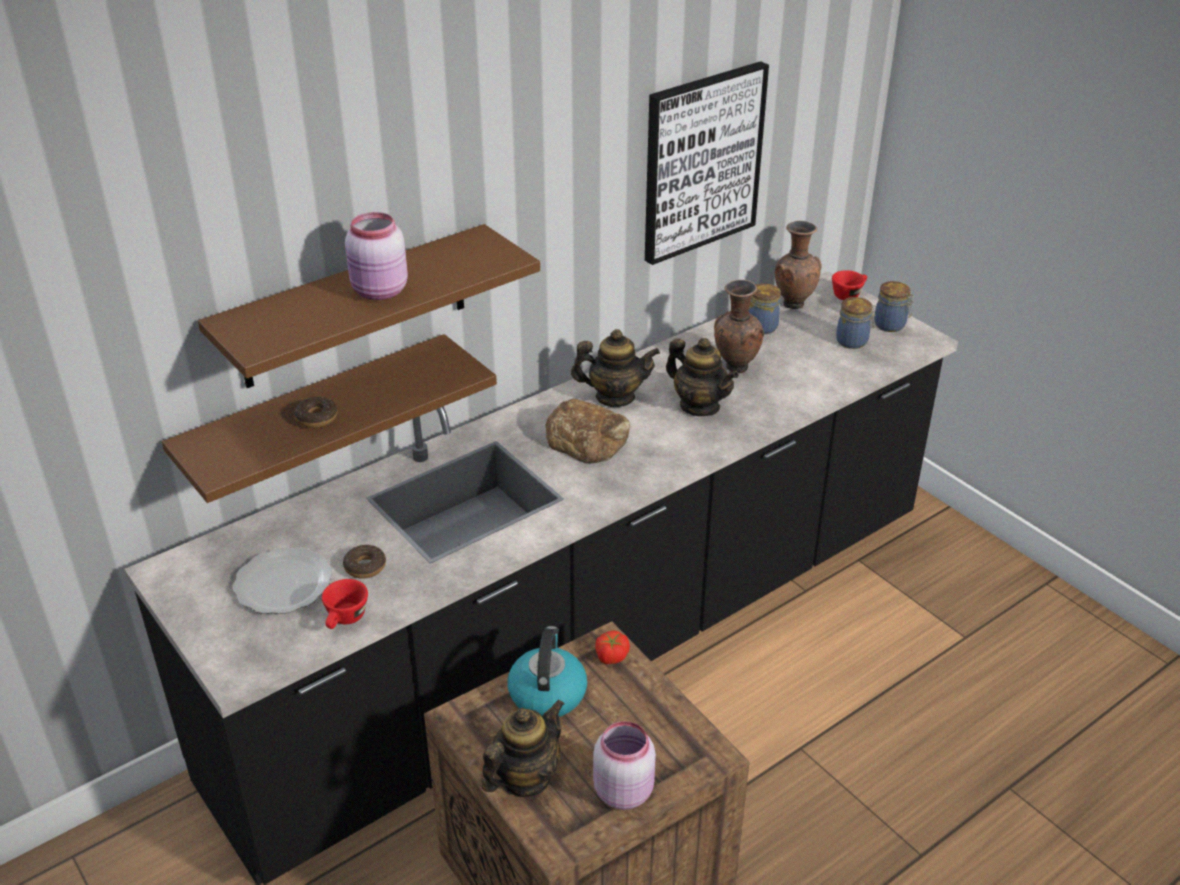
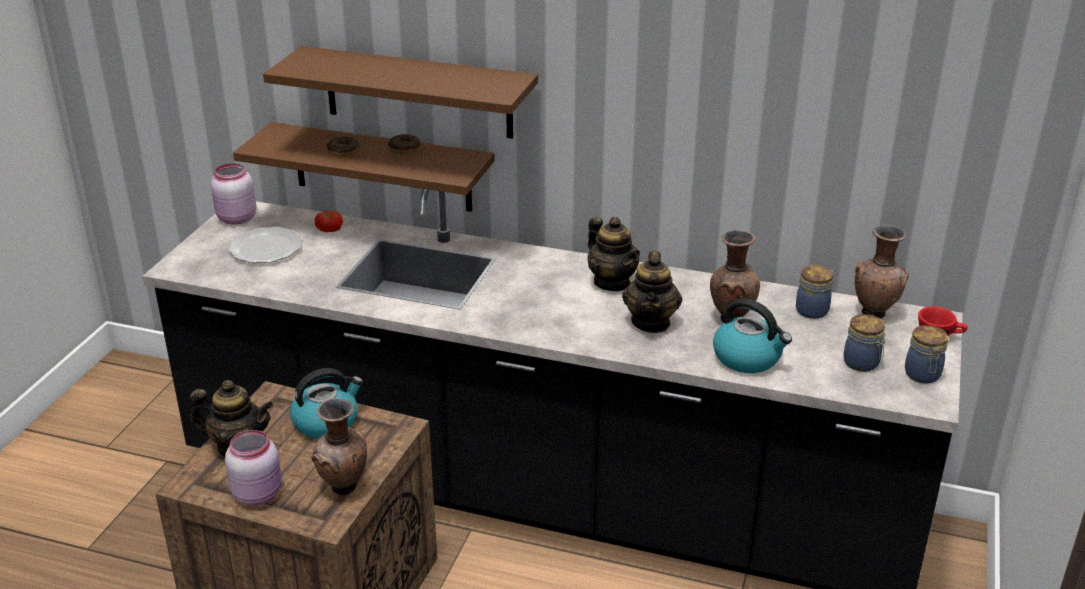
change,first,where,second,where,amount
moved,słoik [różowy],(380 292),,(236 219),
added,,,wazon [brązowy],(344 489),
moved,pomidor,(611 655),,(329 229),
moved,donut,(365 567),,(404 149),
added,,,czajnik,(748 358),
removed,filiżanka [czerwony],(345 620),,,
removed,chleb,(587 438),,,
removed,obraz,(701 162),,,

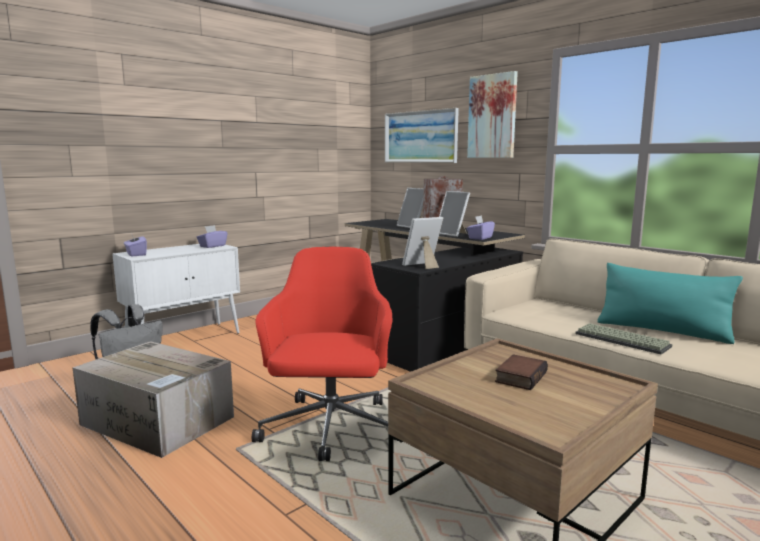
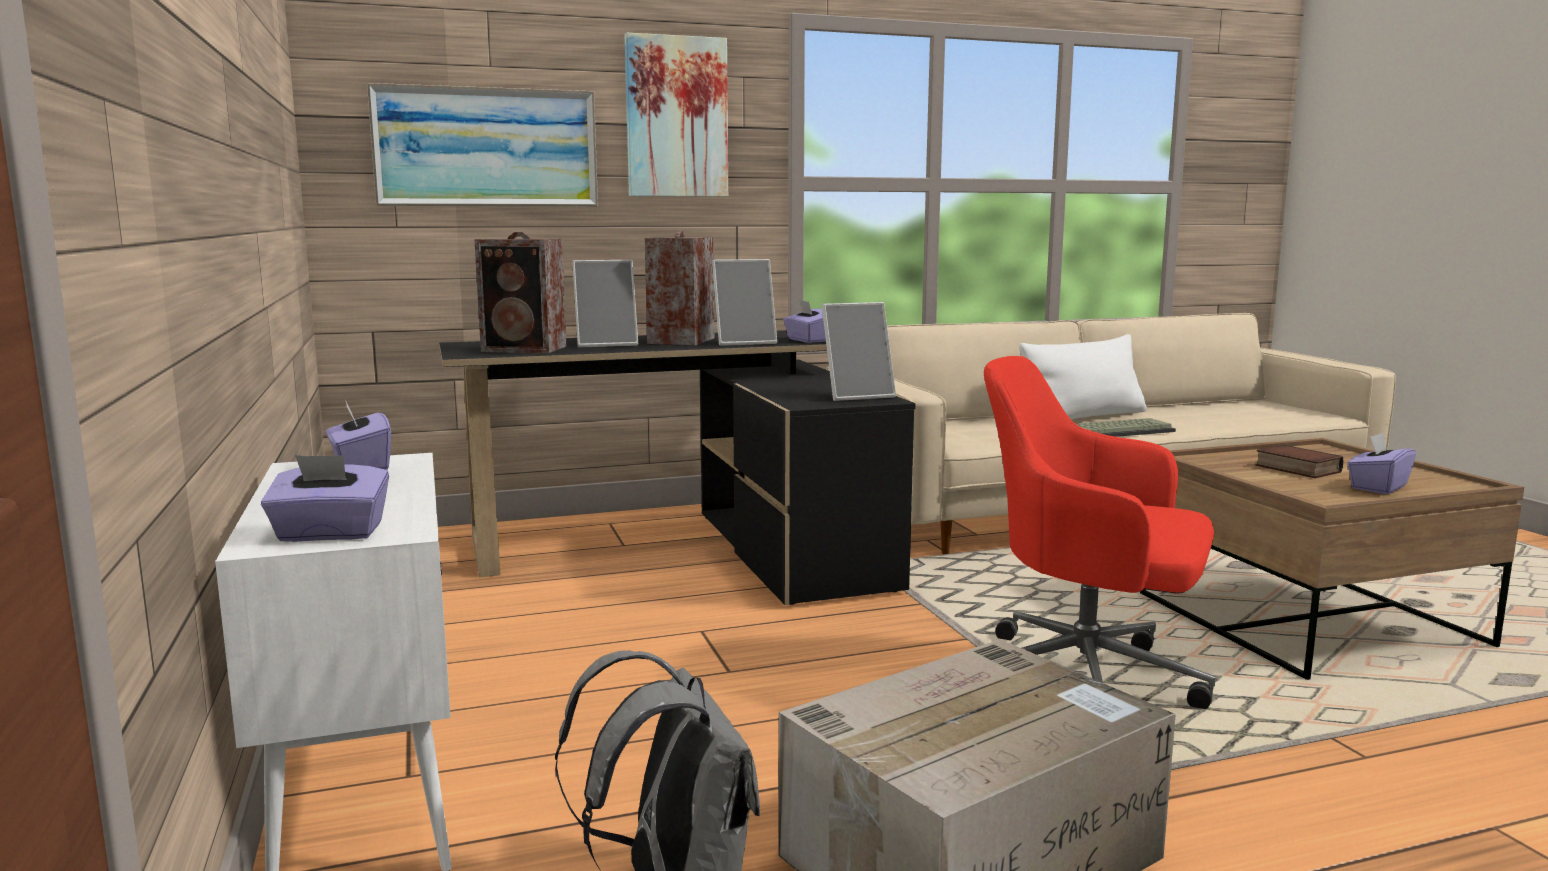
change,first,where,second,where,amount
added,,,głośnik,(526 349),
turned,ramka na zdjęcie,(423 266),,(857 395),105 degrees counterclockwise
recoloured,poduszka [turkusowy],(662 331),poduszka [biały],(1084 417),
added,,,pudełko chusteczek [fioletowy],(1377 487),

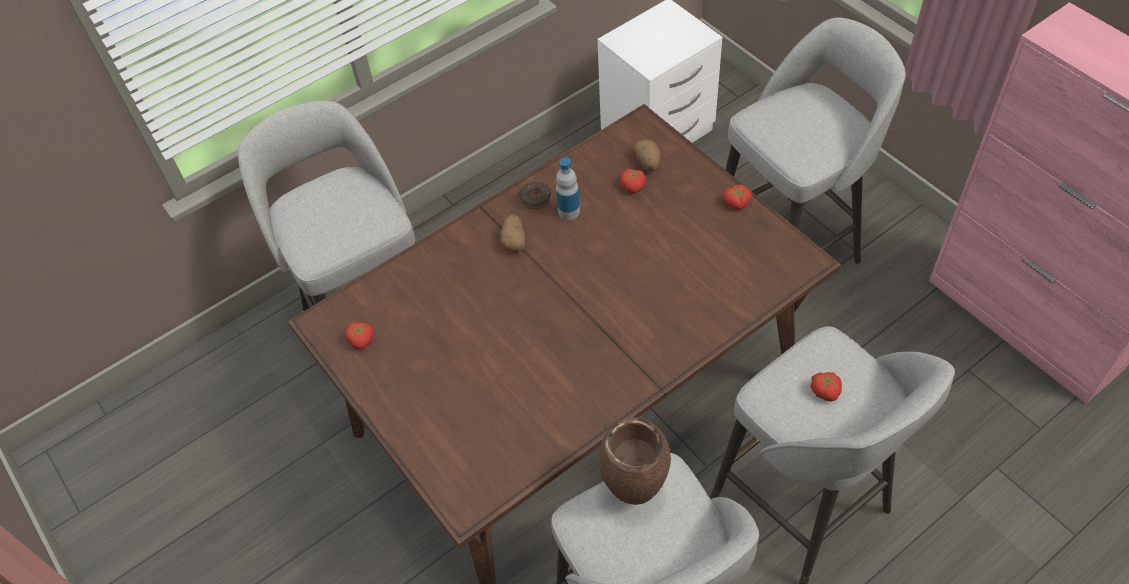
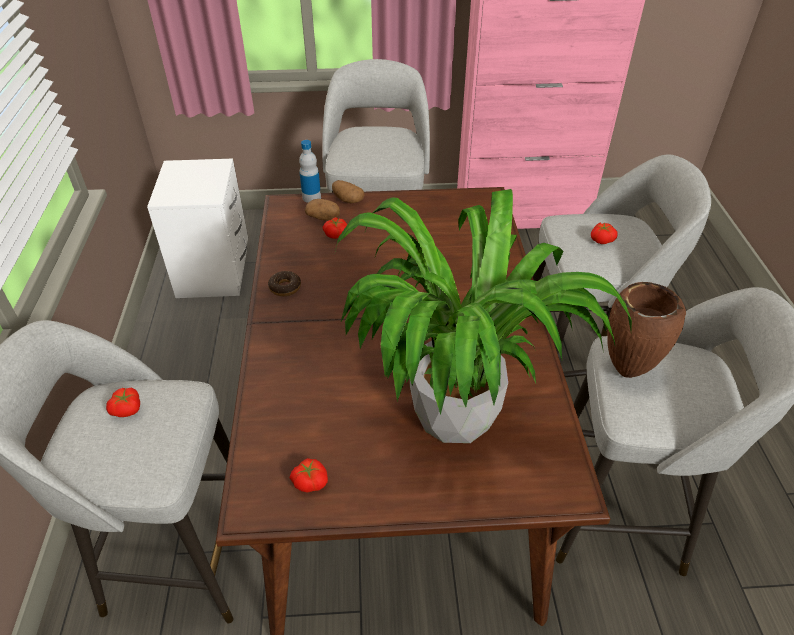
change,first,where,second,where,amount
moved,pomidor,(736 203),,(128 410),
moved,butelka,(569 211),,(311 197),
moved,ziemniak,(514 240),,(347 200),
added,,,roślina doniczkowa,(452 413),

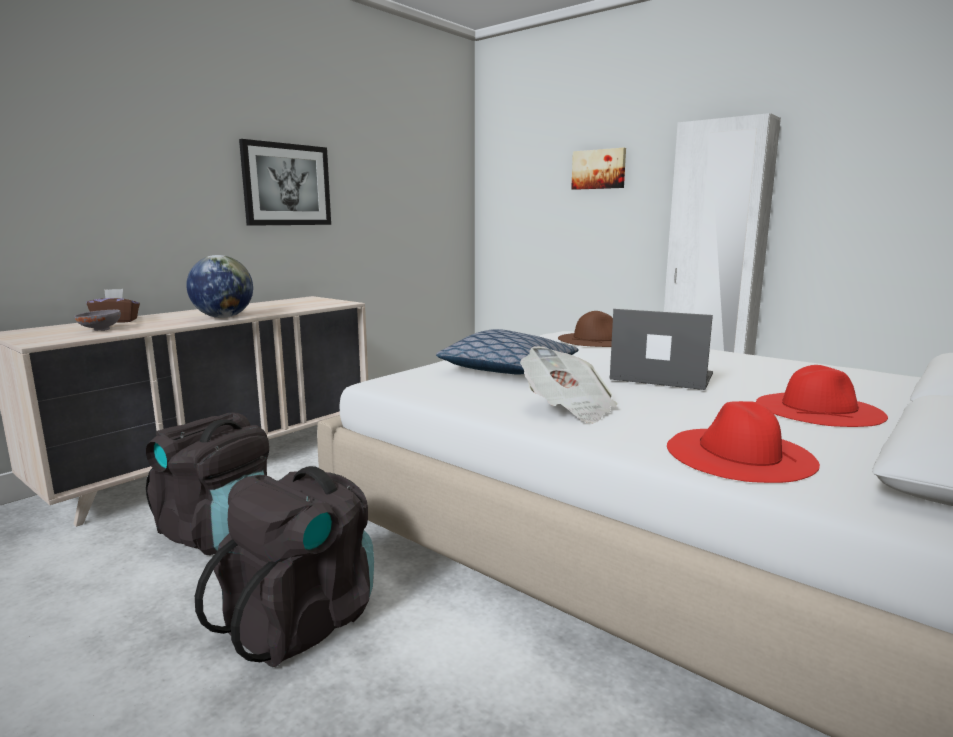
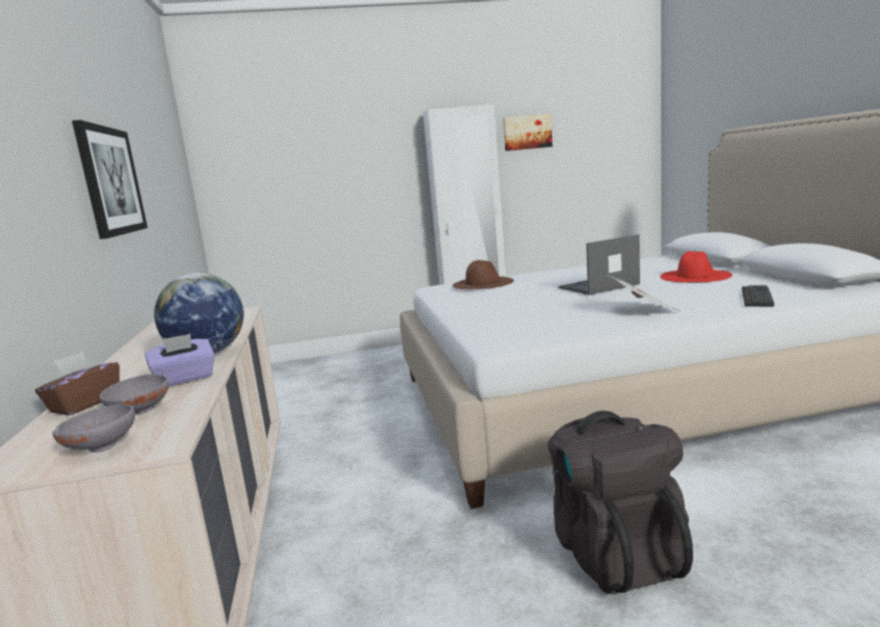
change,first,where,second,where,amount
added,,,miska [szary],(100 446),
added,,,pudełko chusteczek [fioletowy],(185 379),
moved,obraz,(599 169),,(527 132),
replaced,kapelusz [czerwony],(739 453),klawiatura,(756 297),
removed,plecak [czarny],(219 533),,,
removed,poduszka,(509 369),,,

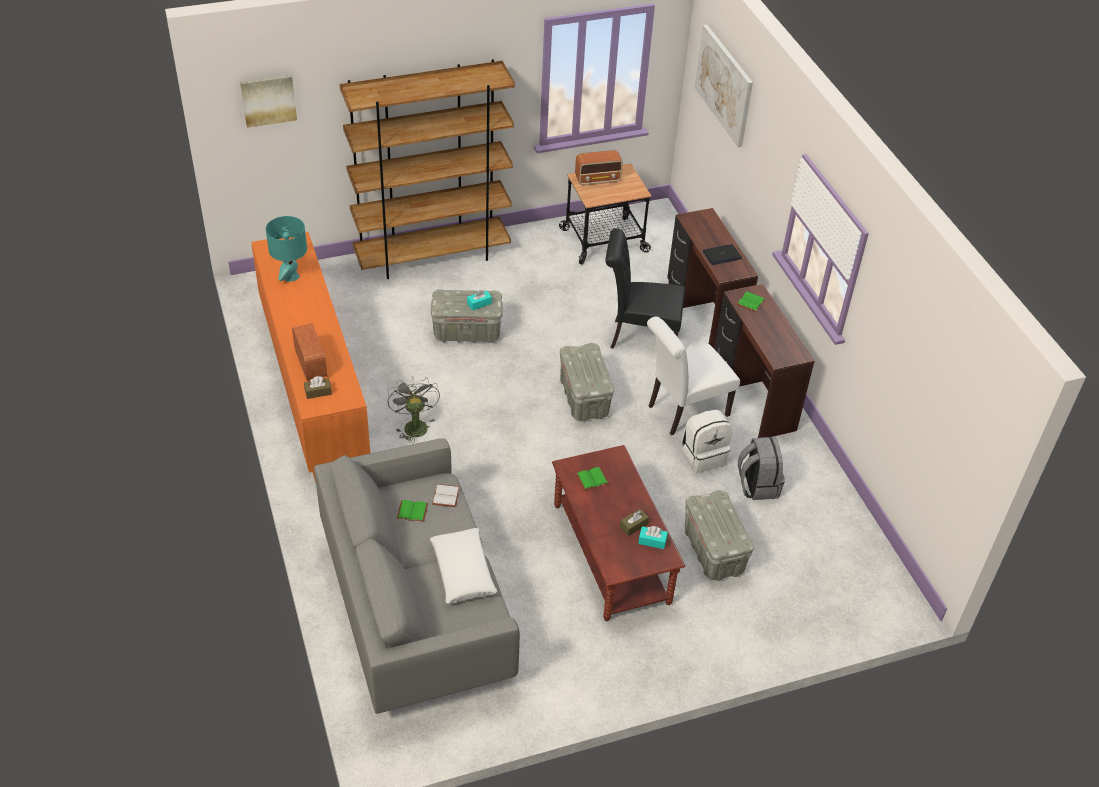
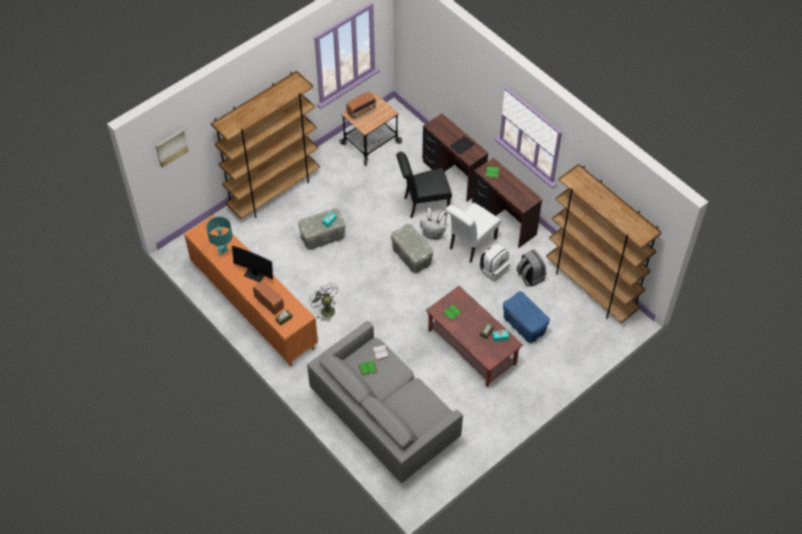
change,first,where,second,where,amount
added,,,monitor,(255 274),
added,,,plecak [biały],(433 234),
recoloured,pojemnik do przechowywania [szary],(714 552),pojemnik do przechowywania [niebieski],(524 325),
added,,,regał [brązowy],(591 288),
removed,poduszka [biały],(463 571),,,
removed,obraz,(724 85),,,

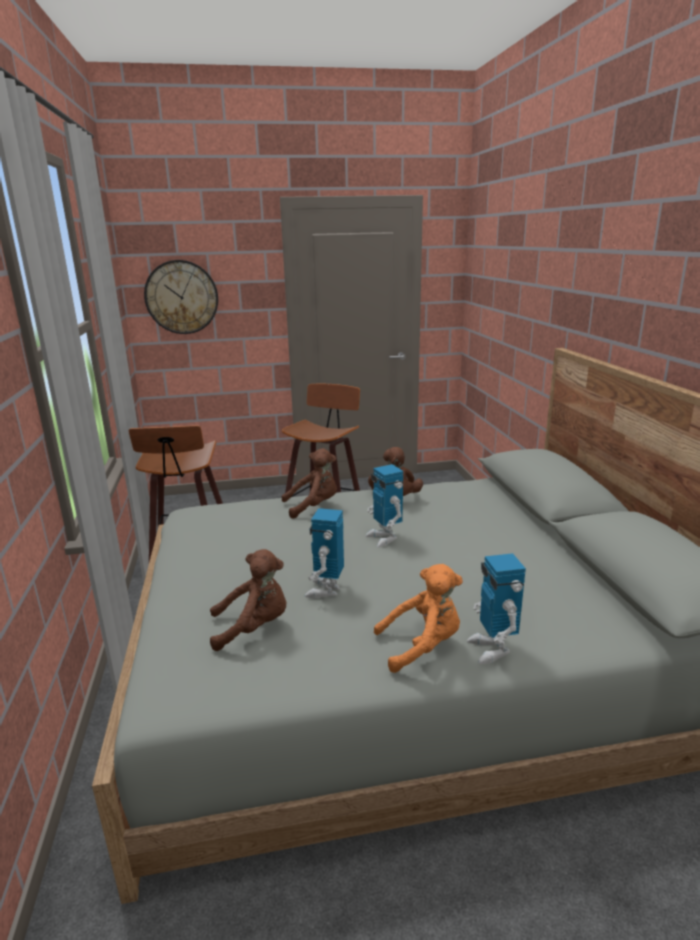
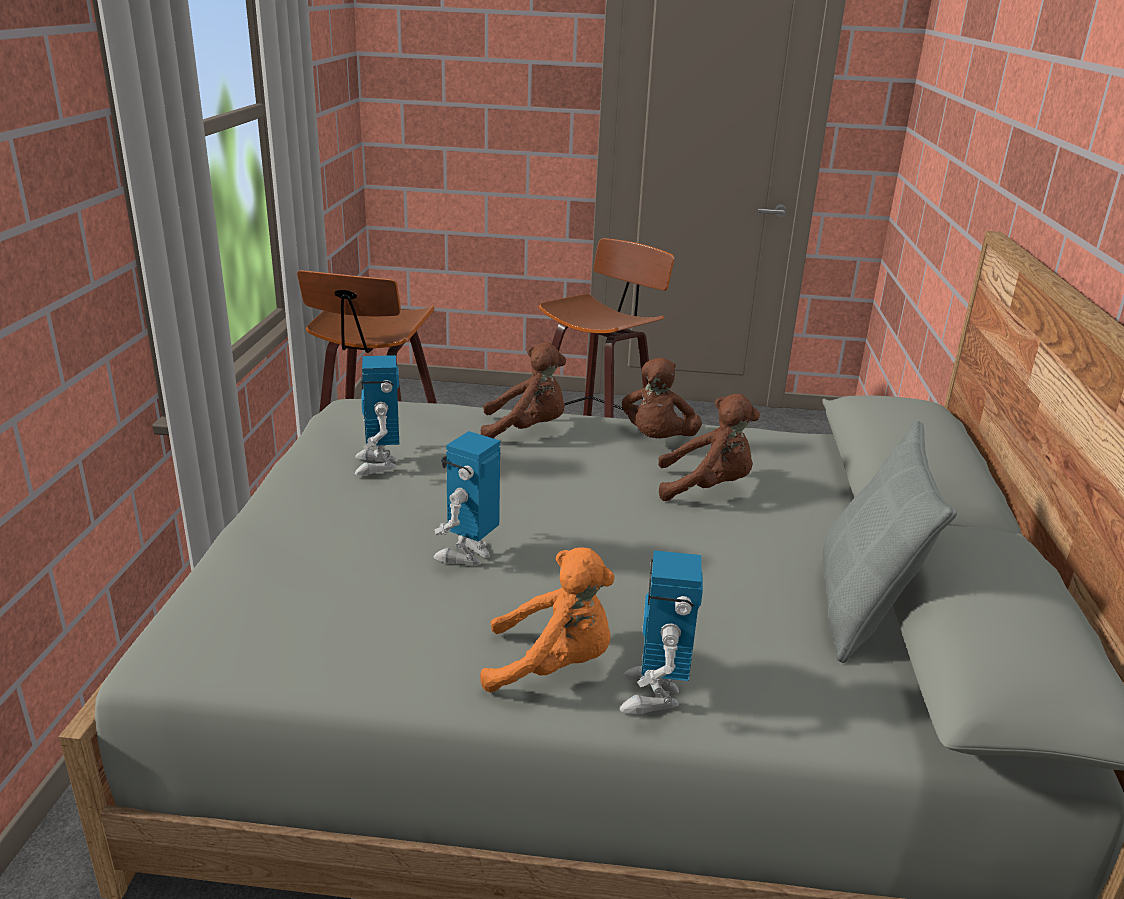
change,first,where,second,where,amount
moved,robot zabawkowy,(384 538),,(378 464),
moved,pluszak [brązowy],(254 627),,(707 487),
added,,,poduszka [szary],(862 610),
removed,zegar ścienny,(181 297),,,

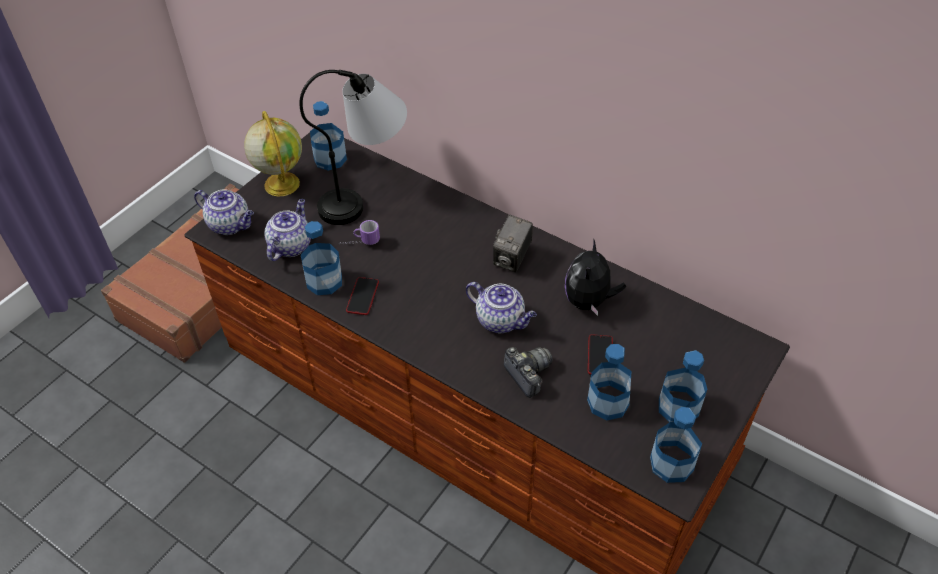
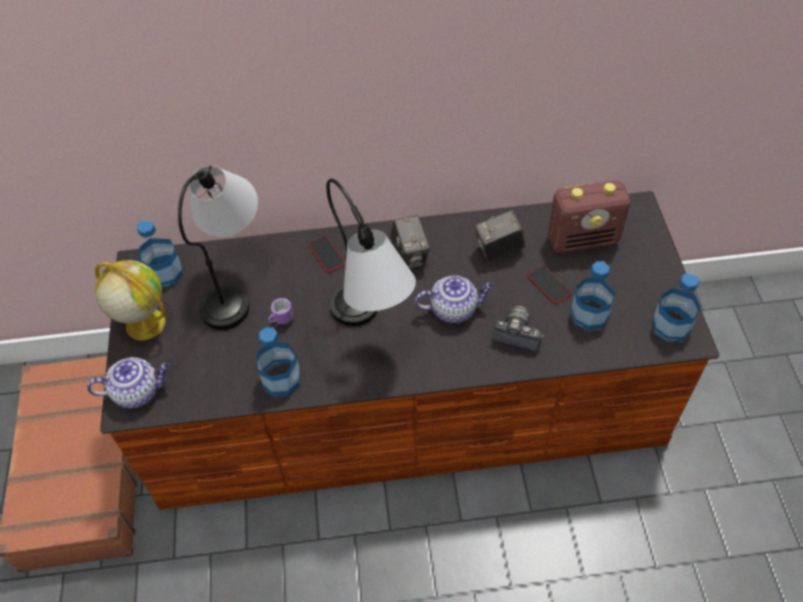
change,first,where,second,where,amount
moved,telefon,(362 296),,(327 254),
added,,,lampa stołowa,(371 330),
replaced,pluszak,(589 301),aparat fotograficzny,(499 250),
added,,,radio,(583 239),
removed,imbryk,(290 245),,,
removed,butelka,(678 407),,,

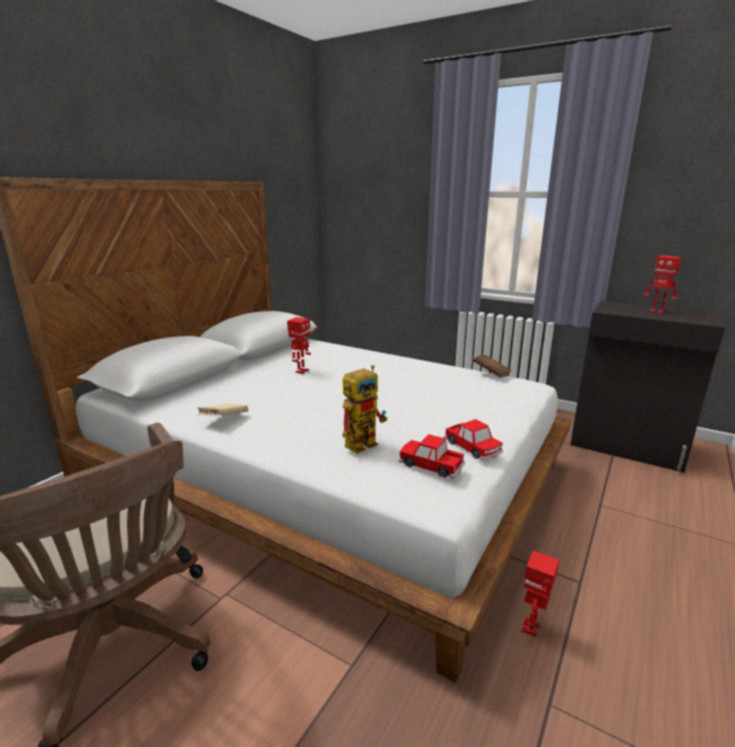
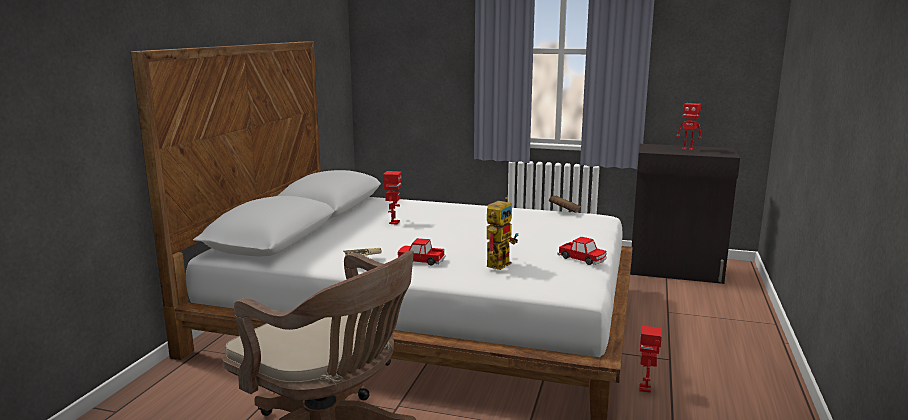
change,first,where,second,where,amount
moved,samochodzik,(430 465),,(421 260),

